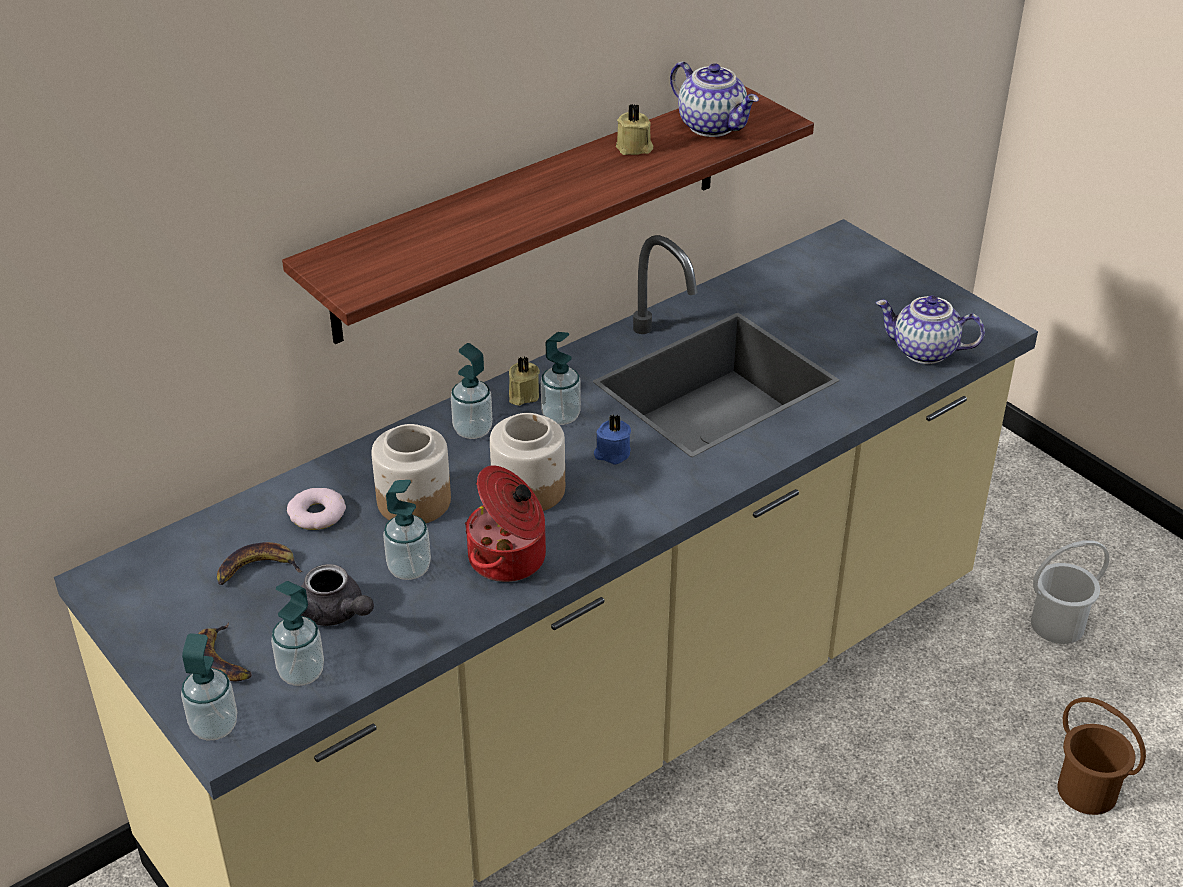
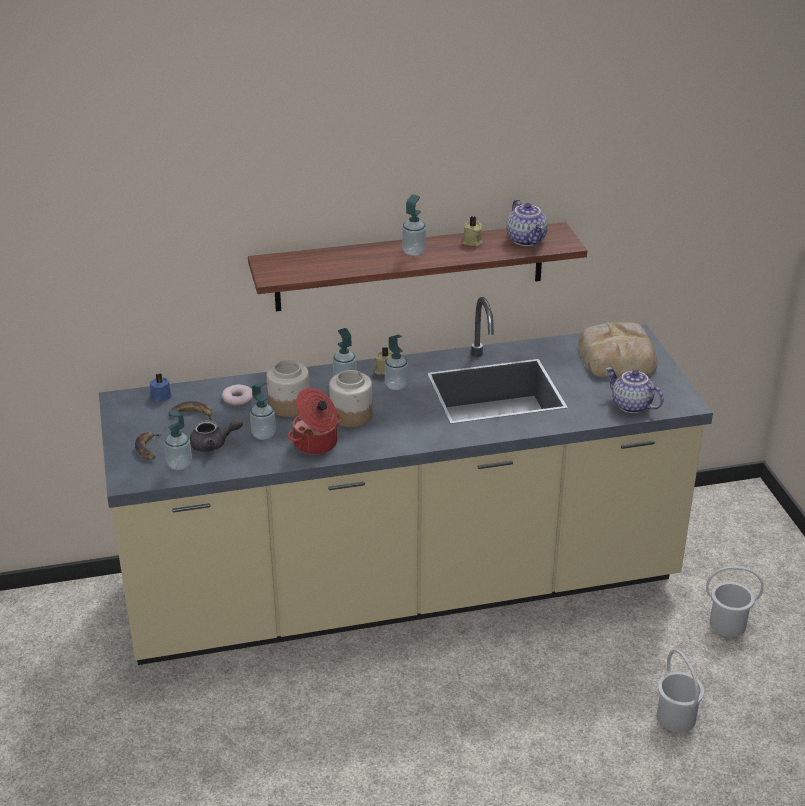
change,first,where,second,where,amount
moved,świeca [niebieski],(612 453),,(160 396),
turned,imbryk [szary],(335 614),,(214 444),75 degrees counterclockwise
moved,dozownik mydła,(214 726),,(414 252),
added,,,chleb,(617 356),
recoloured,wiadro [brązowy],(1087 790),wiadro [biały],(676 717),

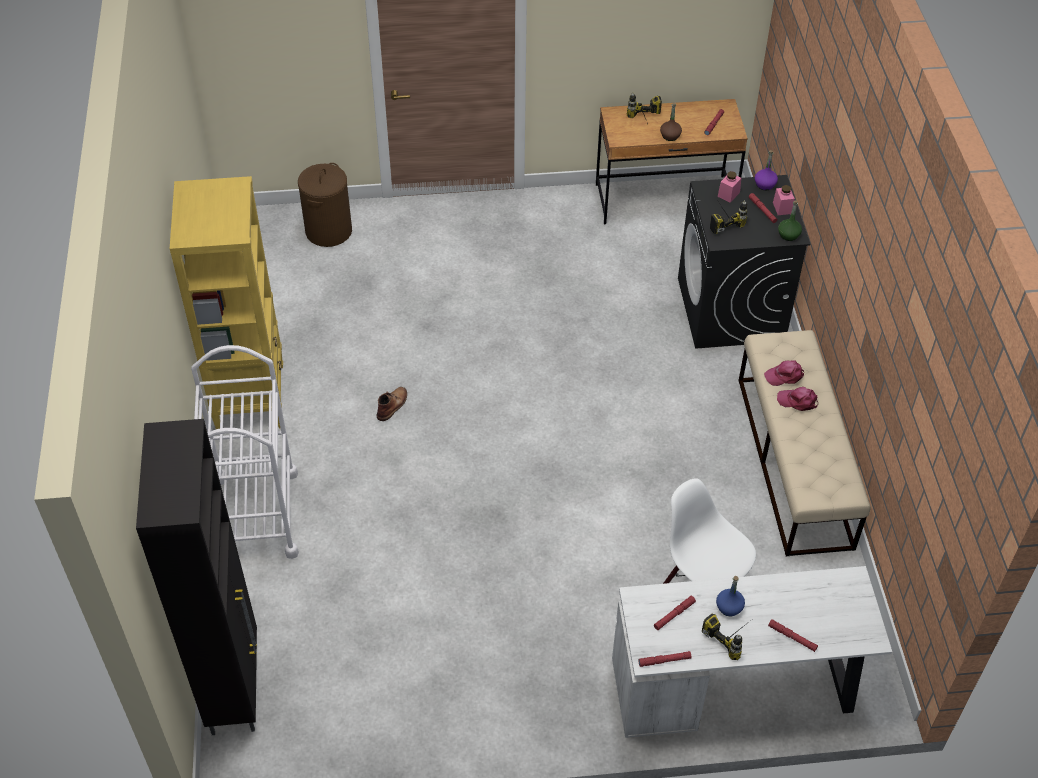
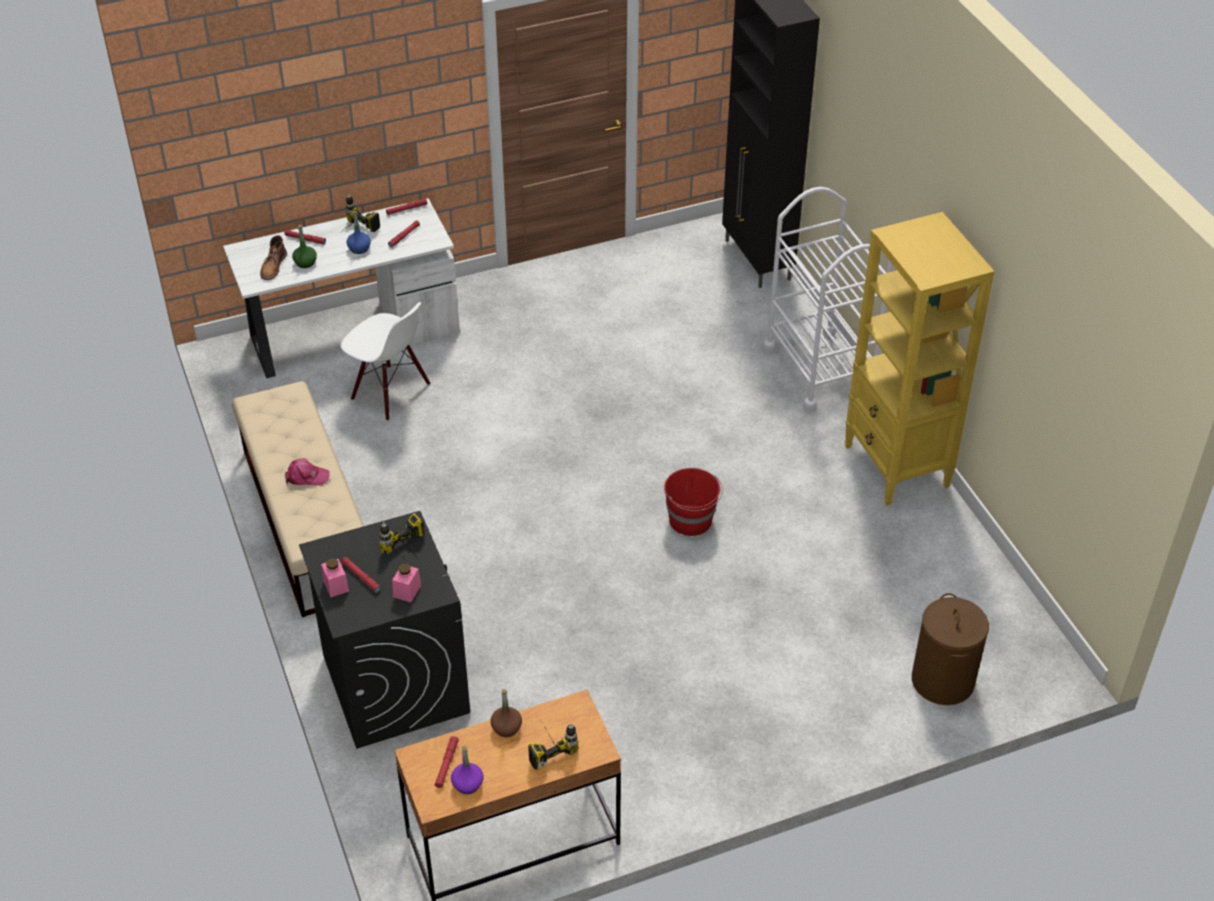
change,first,where,second,where,amount
moved,but z cholewką [brązowy],(392 405),,(273 266),
moved,butelka [zielony],(788 235),,(305 262),
moved,butelka [fioletowy],(765 184),,(468 784),
added,,,wiadro [czerwony],(691 520),
removed,czapka z daszkiem [różowy],(785 375),,,

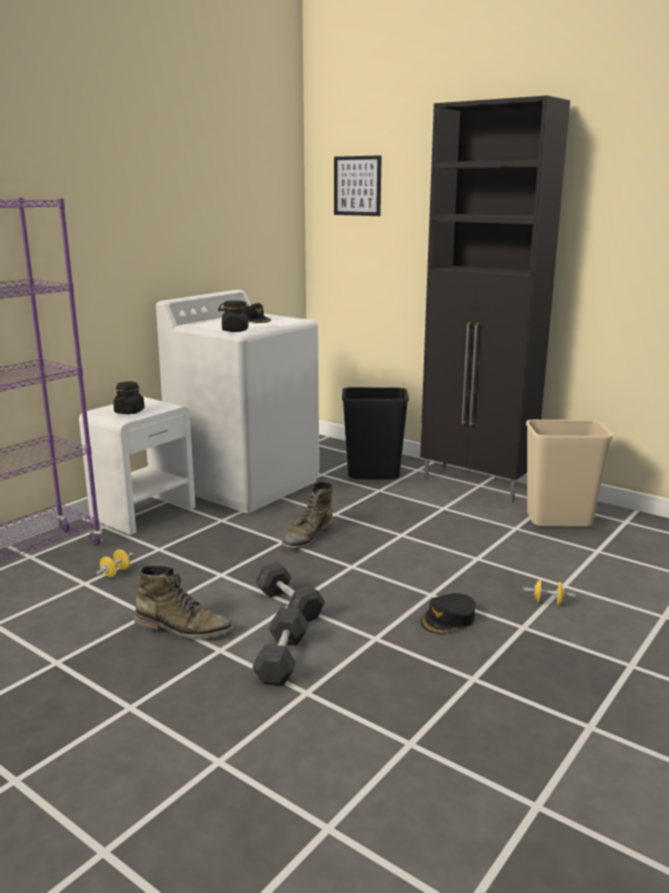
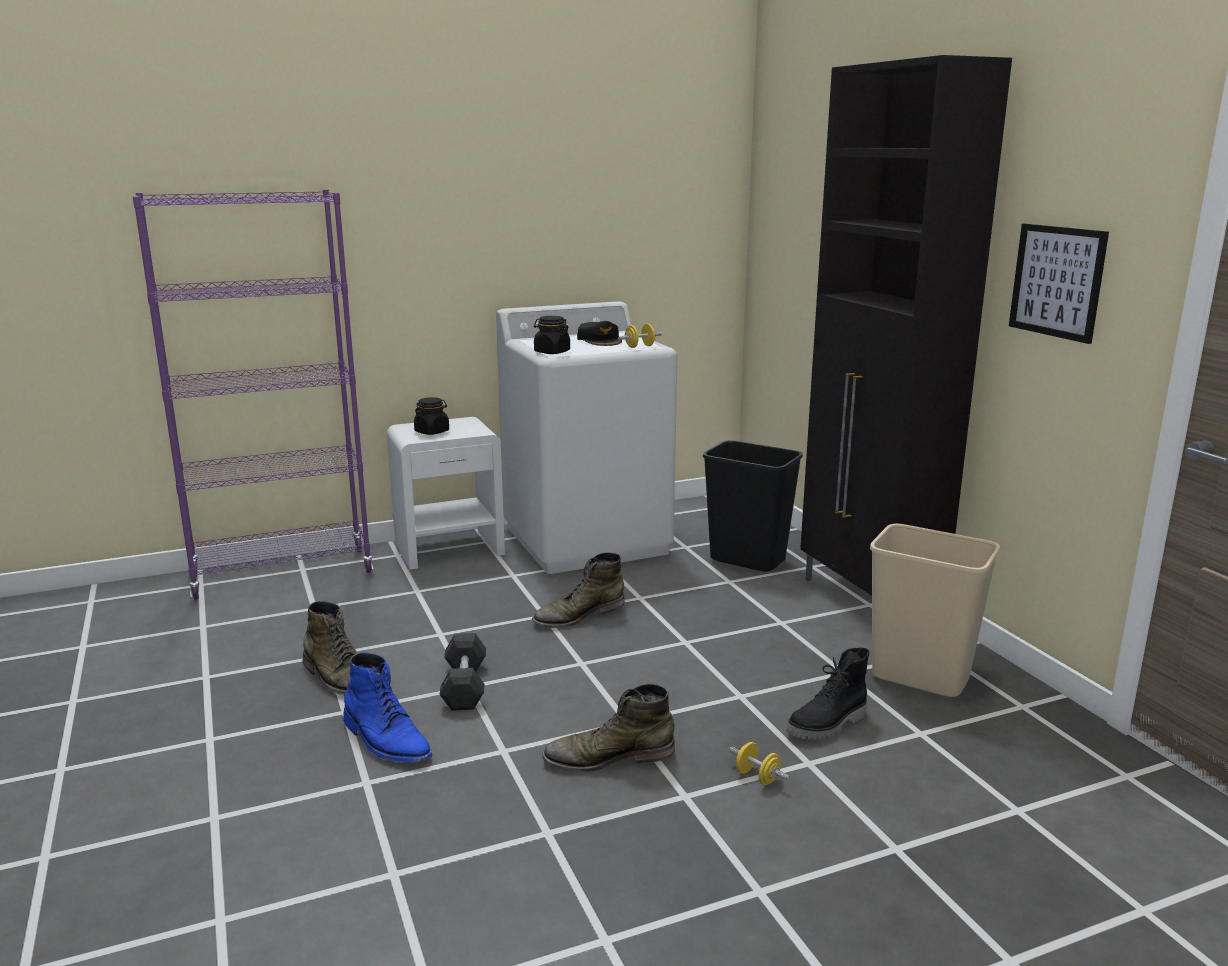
change,first,where,second,where,amount
replaced,hantel [szary],(282 659),but z cholewką [niebieski],(386 740),
replaced,czapka z daszkiem [czarny],(448 619),but z cholewką [zielony],(608 757),
moved,hantel [żółty],(116 572),,(639 347),
added,,,but z cholewką [czarny],(828 725),
moved,obraz,(357 186),,(1057 281),

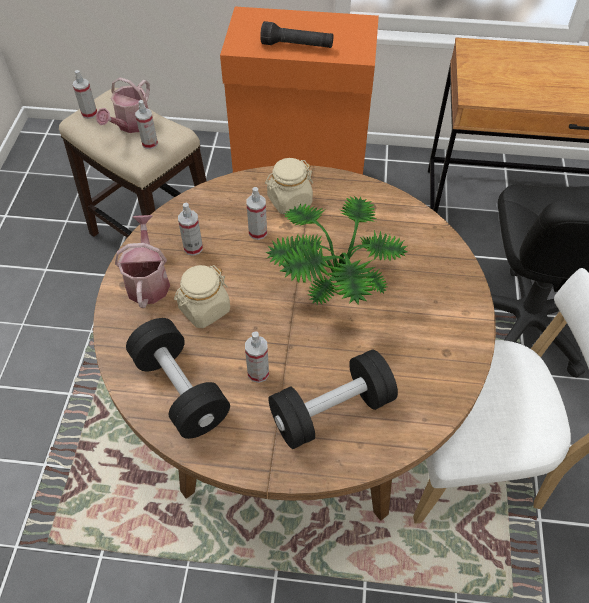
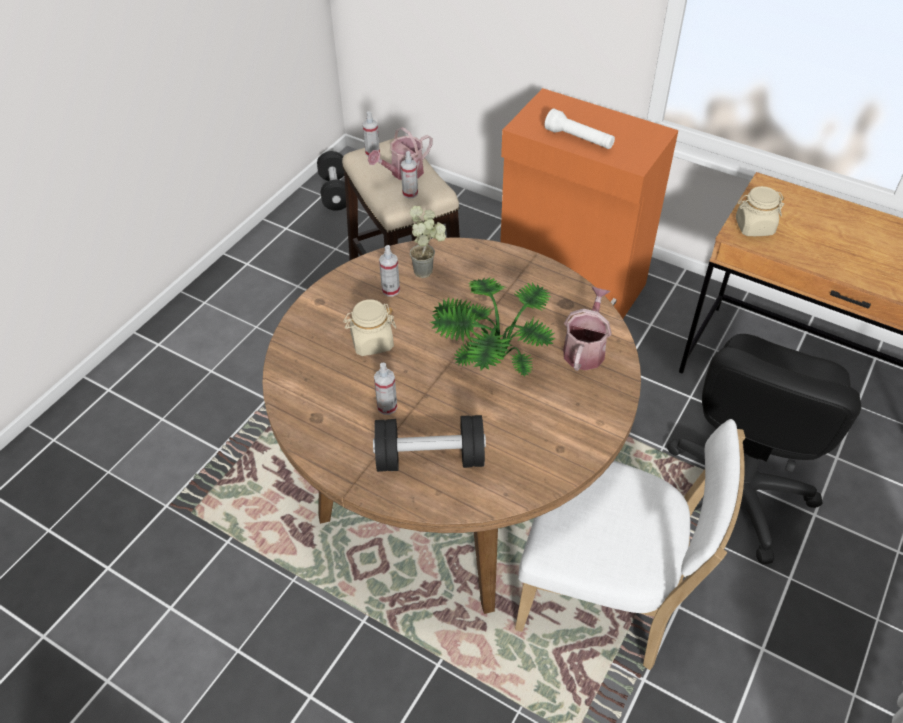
change,first,where,second,where,amount
moved,hantel [czarny],(180 390),,(335 192),
added,,,roślina doniczkowa,(429 271),
recoloured,latarka [czarny],(297 46),latarka [biały],(579 139),
moved,konewka,(148 281),,(585 349),
moved,słoik [beżowy],(289 201),,(754 227),
removed,spryskiwacz,(258 232),,,

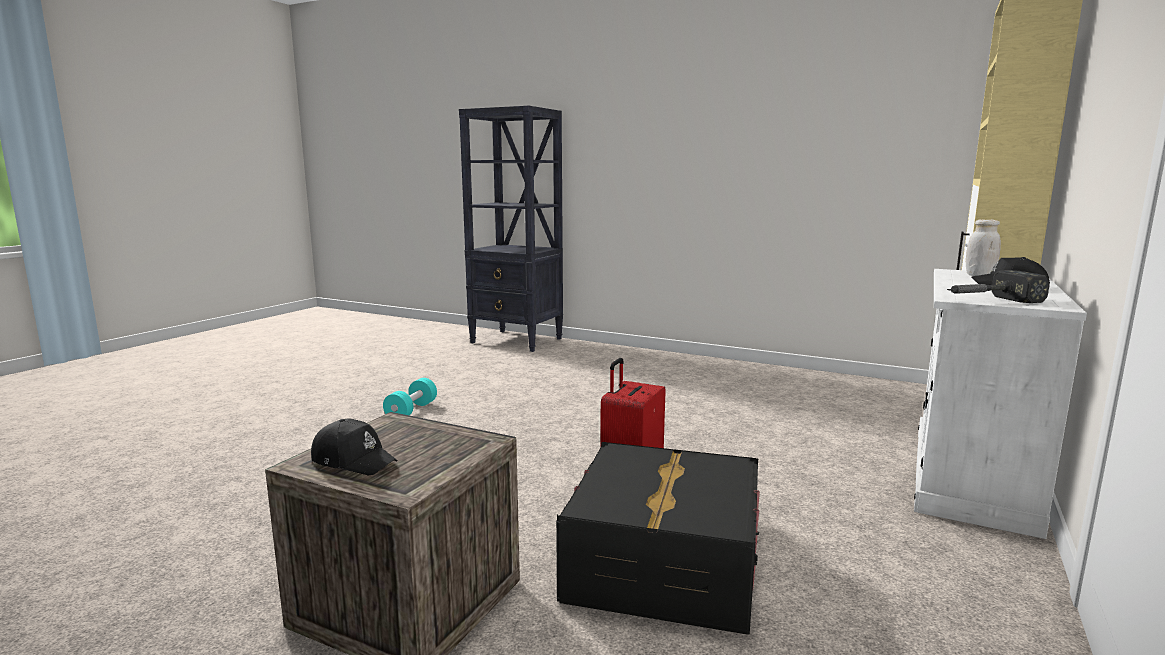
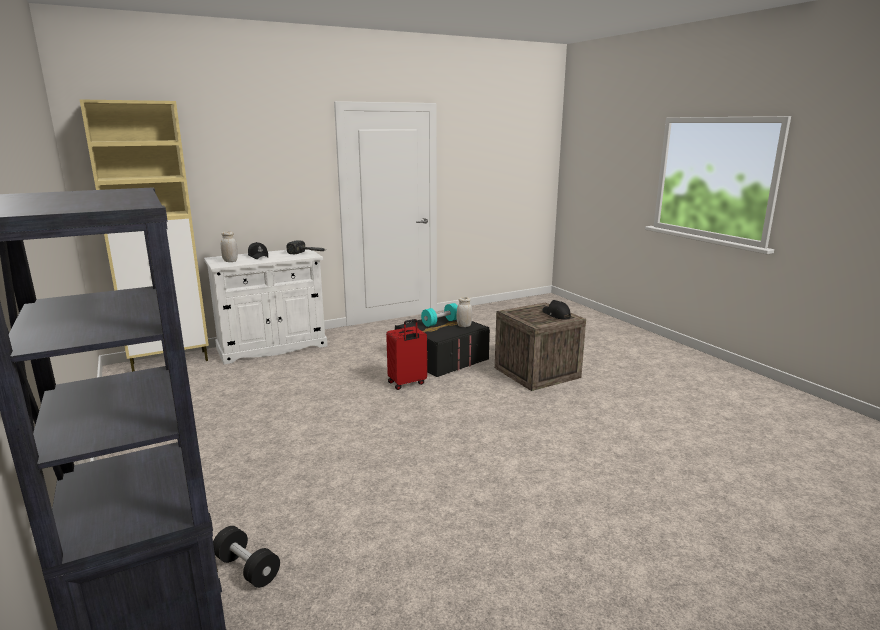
change,first,where,second,where,amount
added,,,hantel [czarny],(247 568),
moved,hantel [turkusowy],(411 411),,(440 322),
added,,,słoik [biały],(464 326),

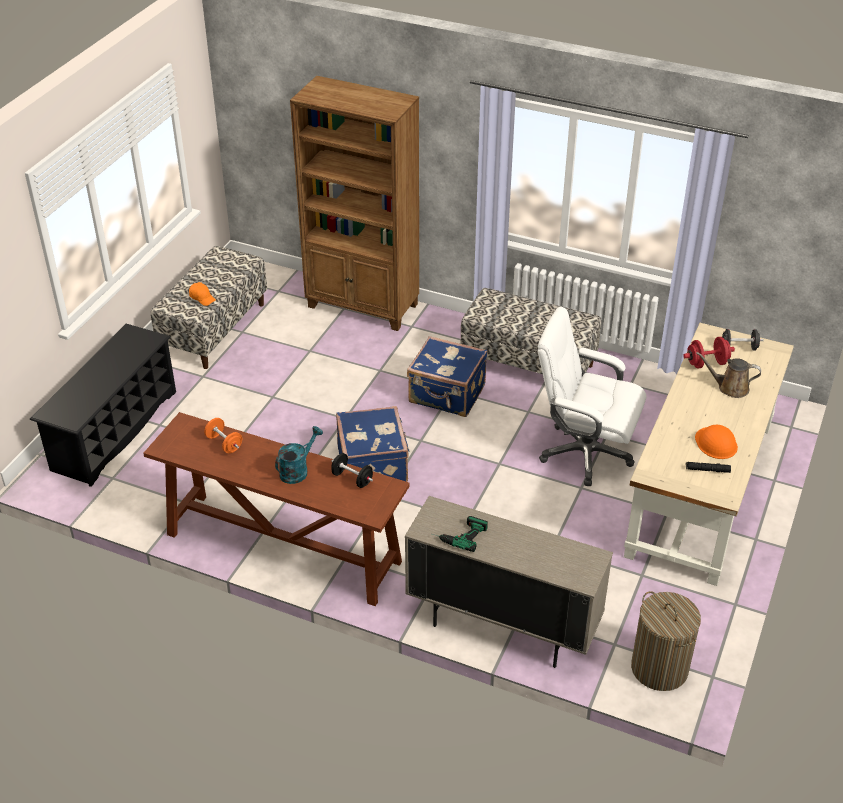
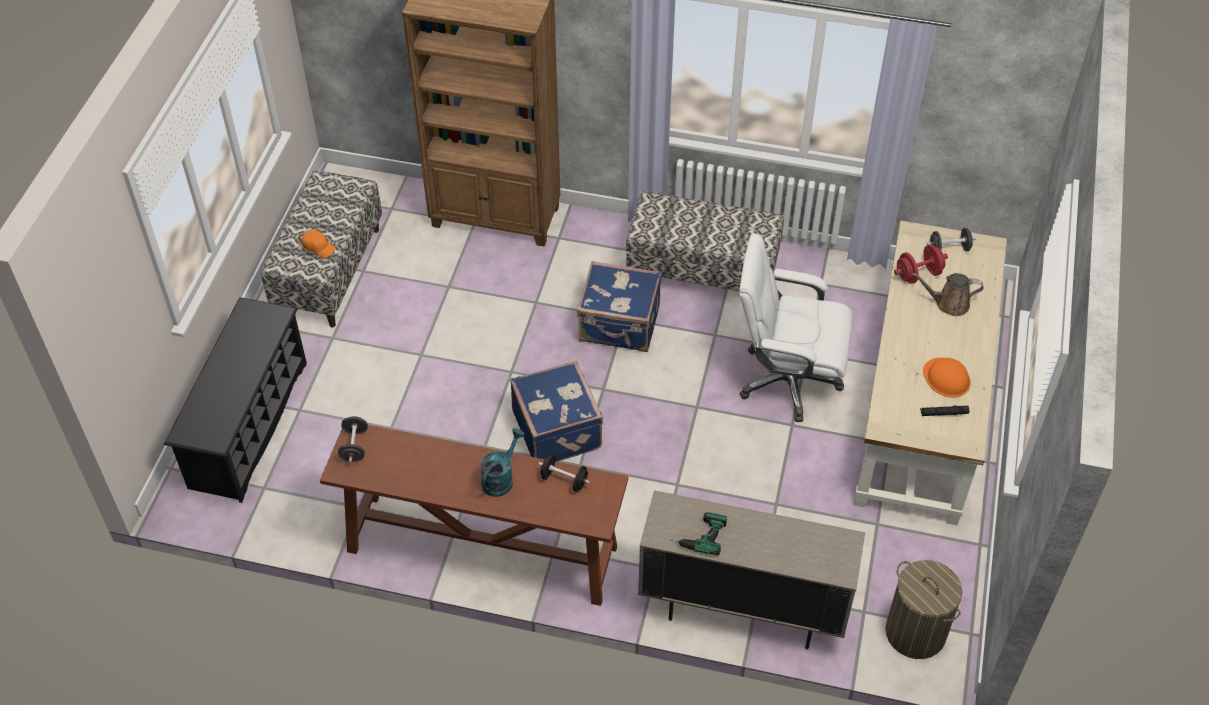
change,first,where,second,where,amount
added,,,hantel [czarny],(354 446),
removed,hantel [pomarańczowy],(224 443),,,

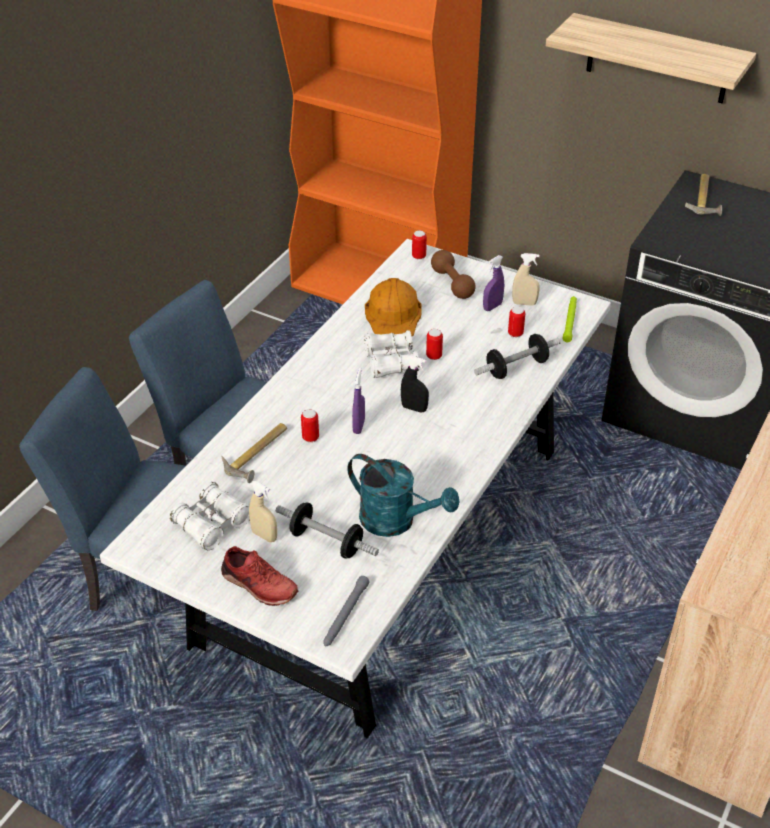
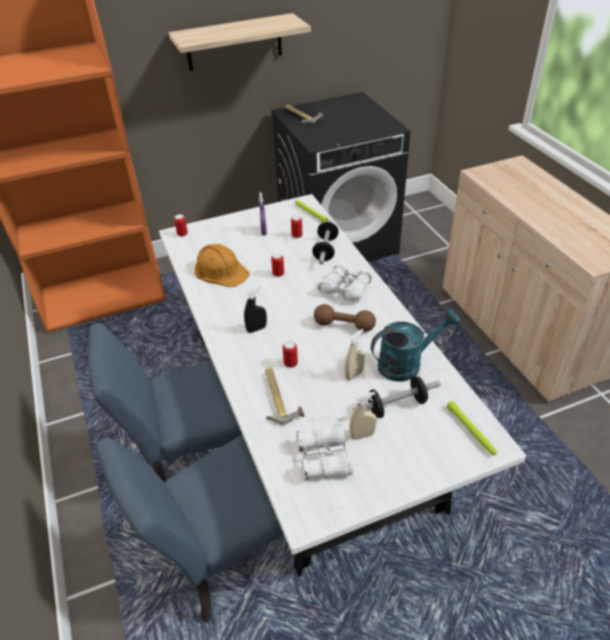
change,first,where,second,where,amount
moved,spryskiwacz [czarny],(414 408),,(256 329),
moved,hantel [brązowy],(452 283),,(344 325),
moved,lornetka [biały],(390 362),,(345 290),
moved,spryskiwacz [beżowy],(524 303),,(354 374),
recoloured,latarka [szary],(345 615),latarka [zielony],(471 431),
removed,but [czerwony],(258 585),,,
removed,spryskiwacz [fioletowy],(359 426),,,

